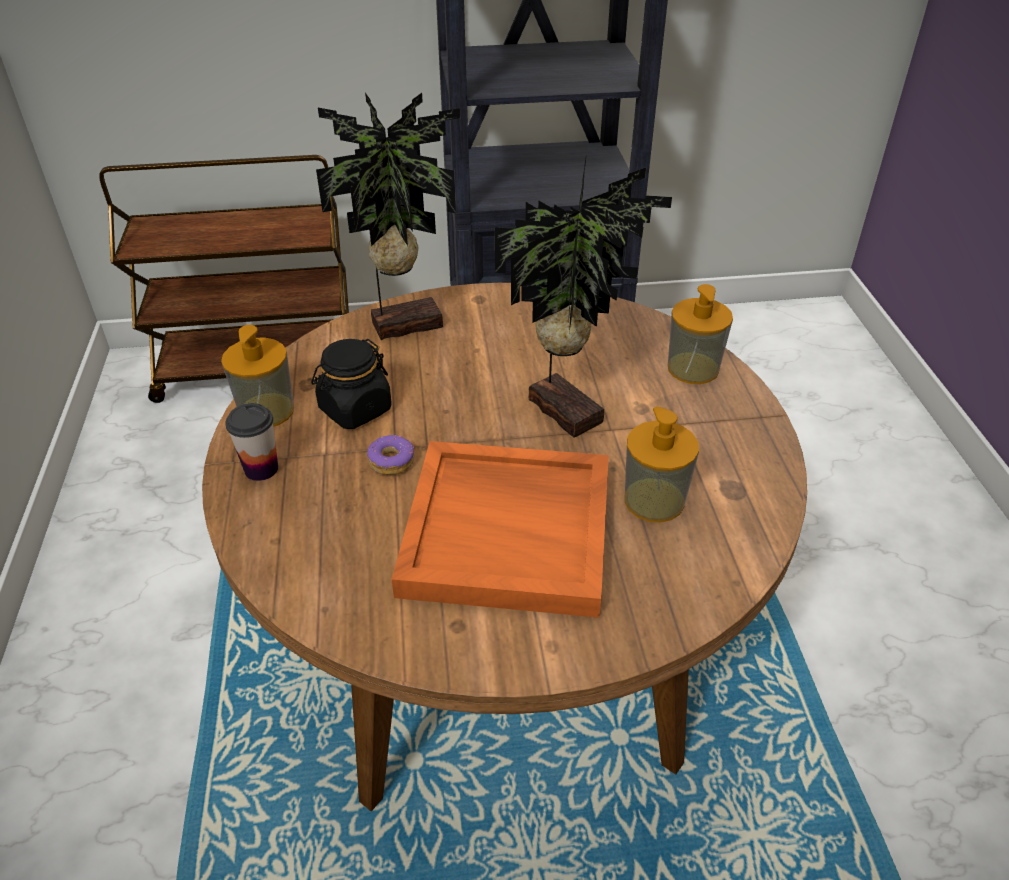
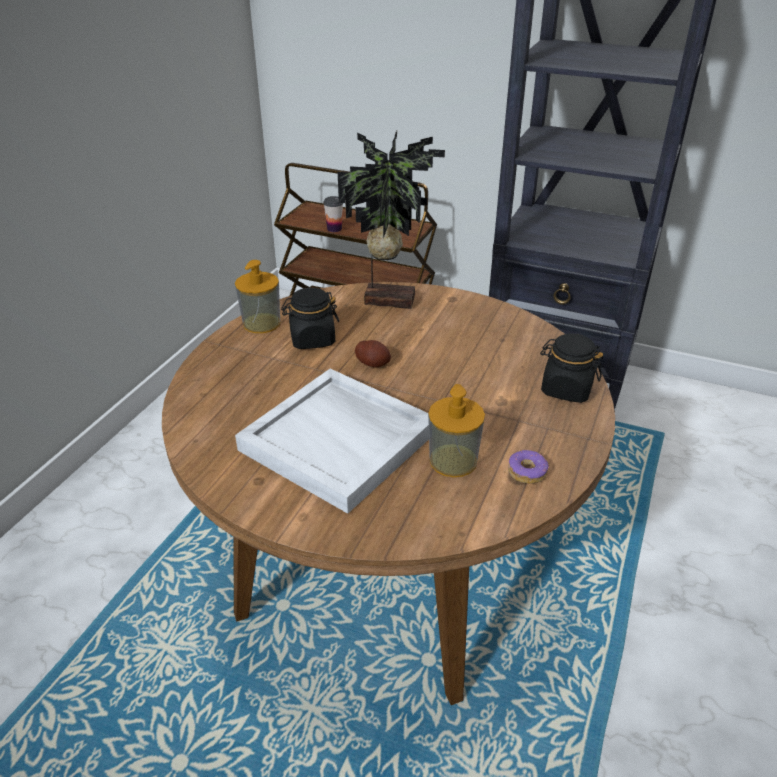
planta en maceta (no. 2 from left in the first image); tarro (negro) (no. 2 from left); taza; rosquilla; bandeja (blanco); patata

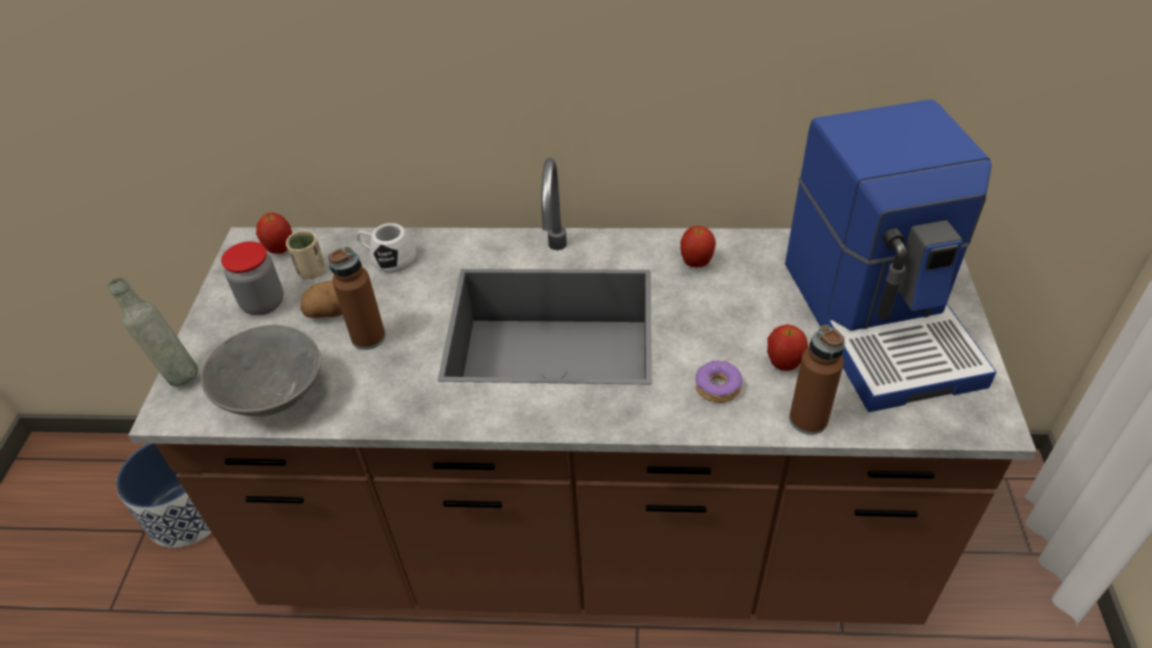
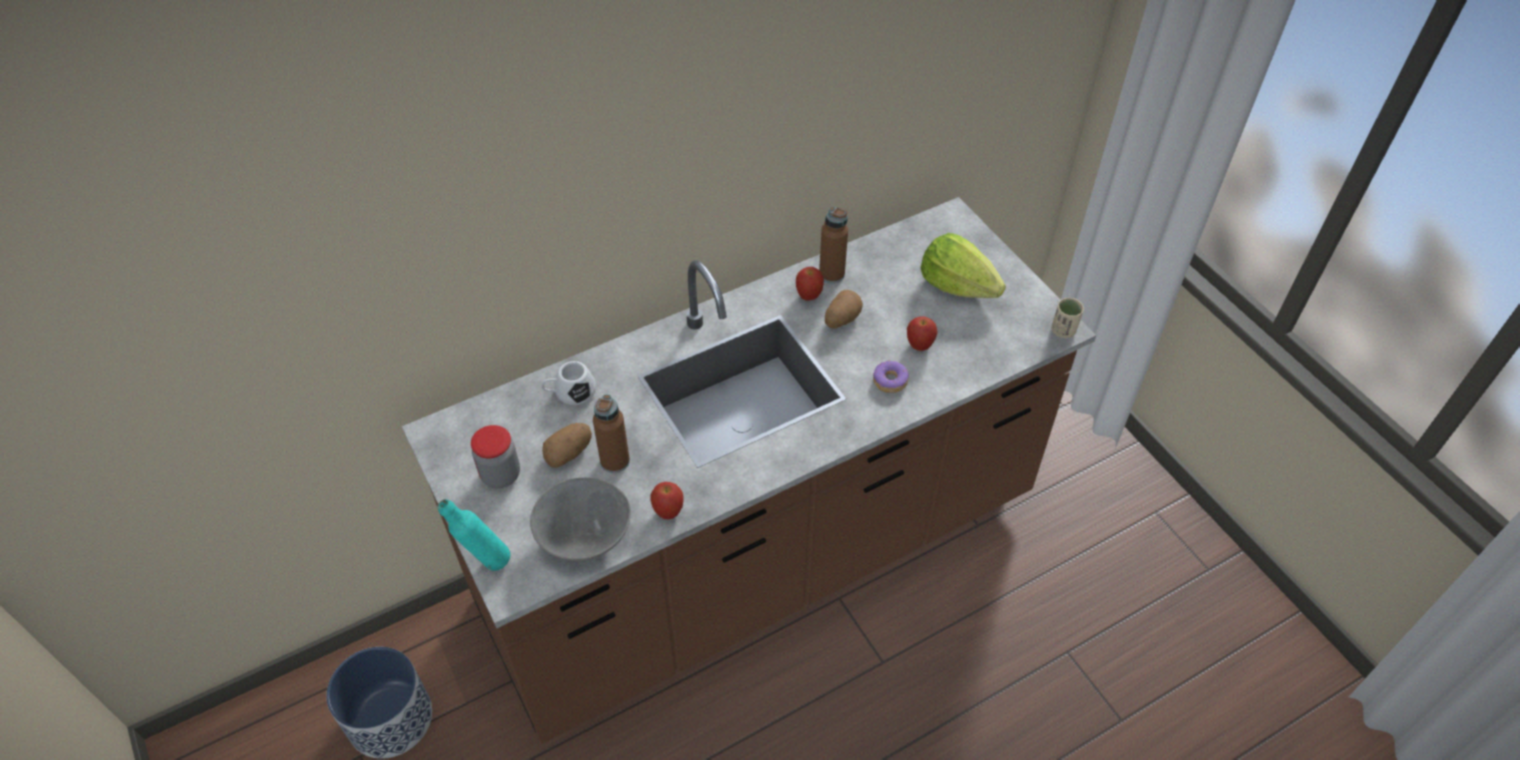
lechuga; manzana (no. 1 from left); taza (beis); botella (turquesa); botella (marrón) (no. 2 from left); patata (no. 2 from left)

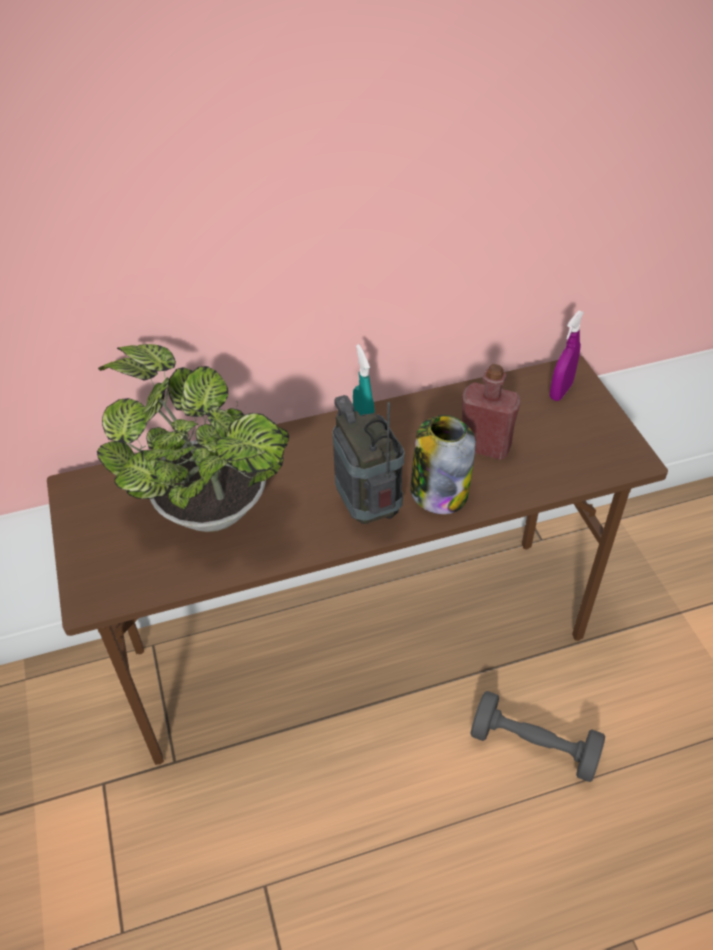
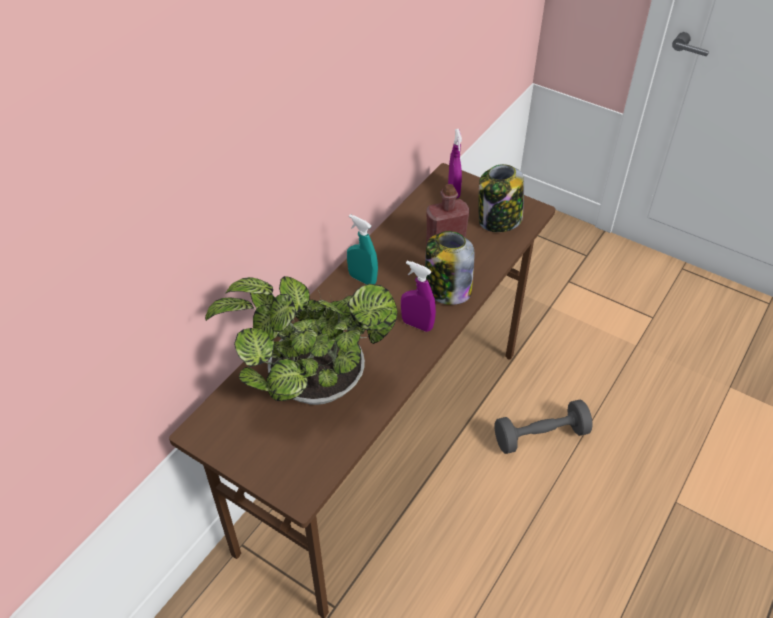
pulverizador (morado) (no. 1 from left); tarro (no. 2 from left)

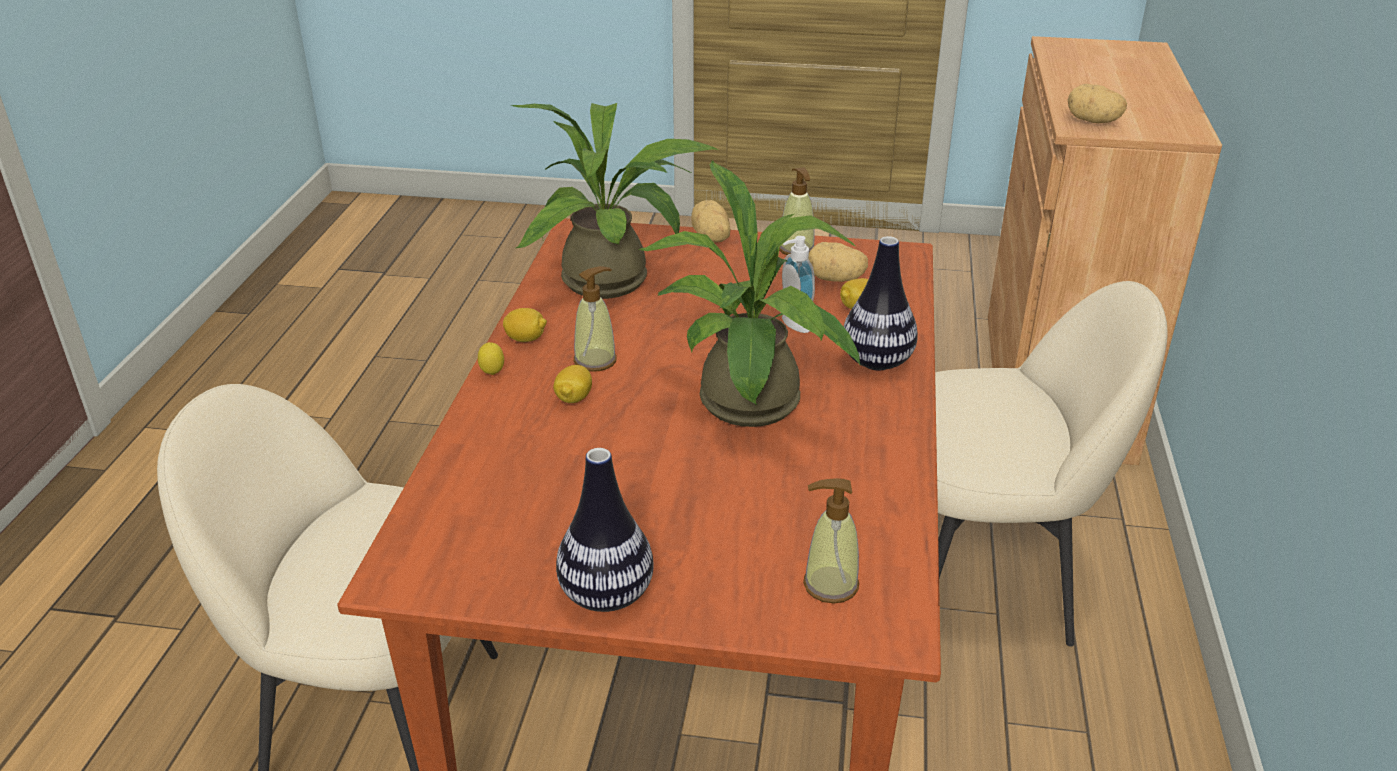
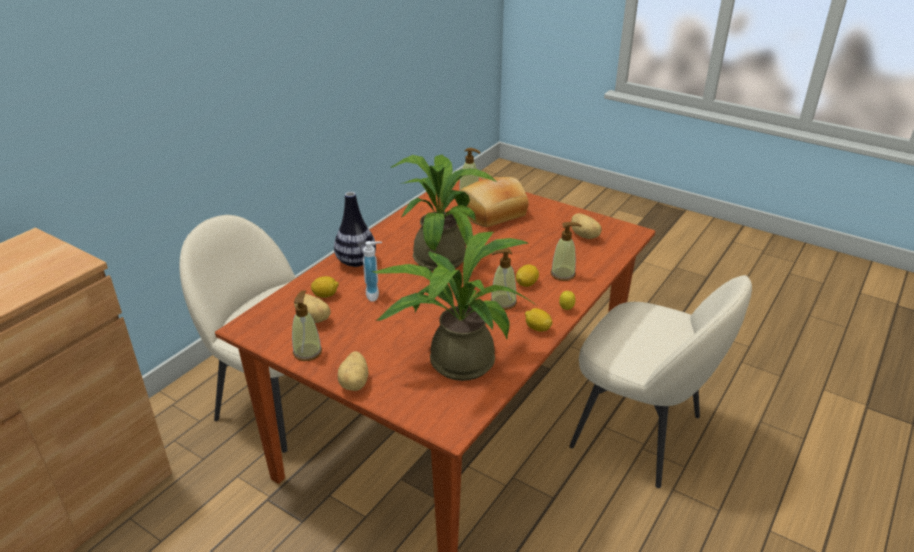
patata (no. 3 from left); florero (no. 1 from left in the first image); pan; dispensador de jabón (no. 5 from left)

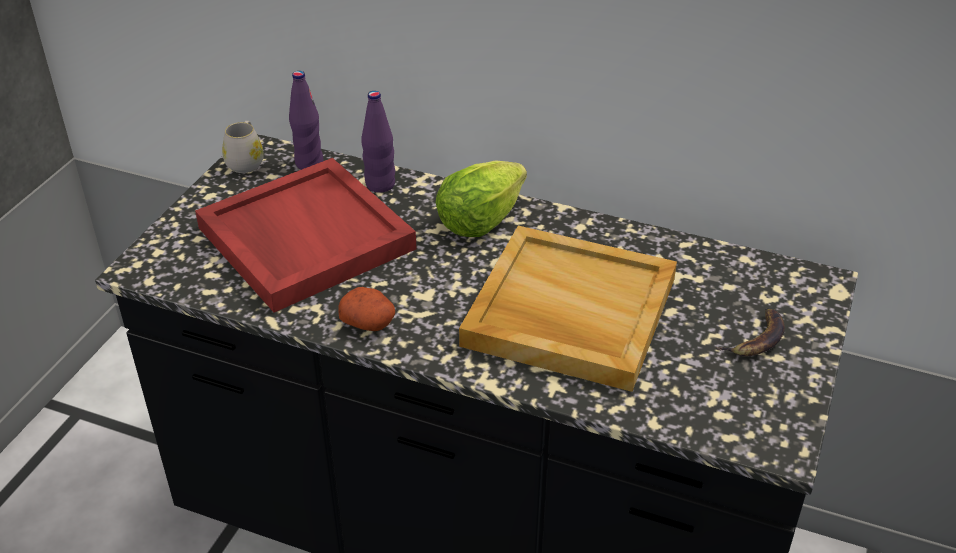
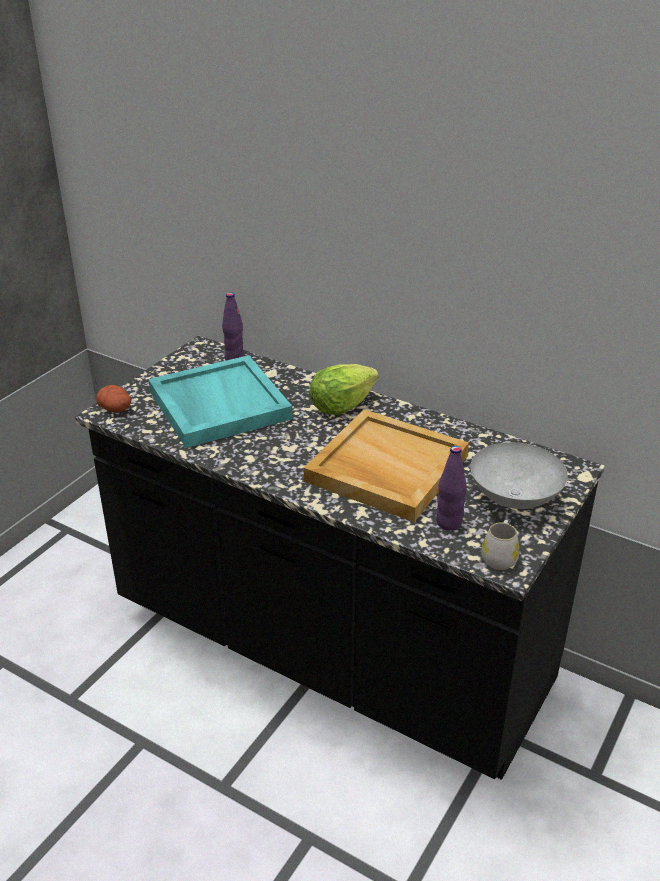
botella (morado) (no. 2 from left); taza grande (blanco); bandeja (turquesa); patata; cuenco (gris)

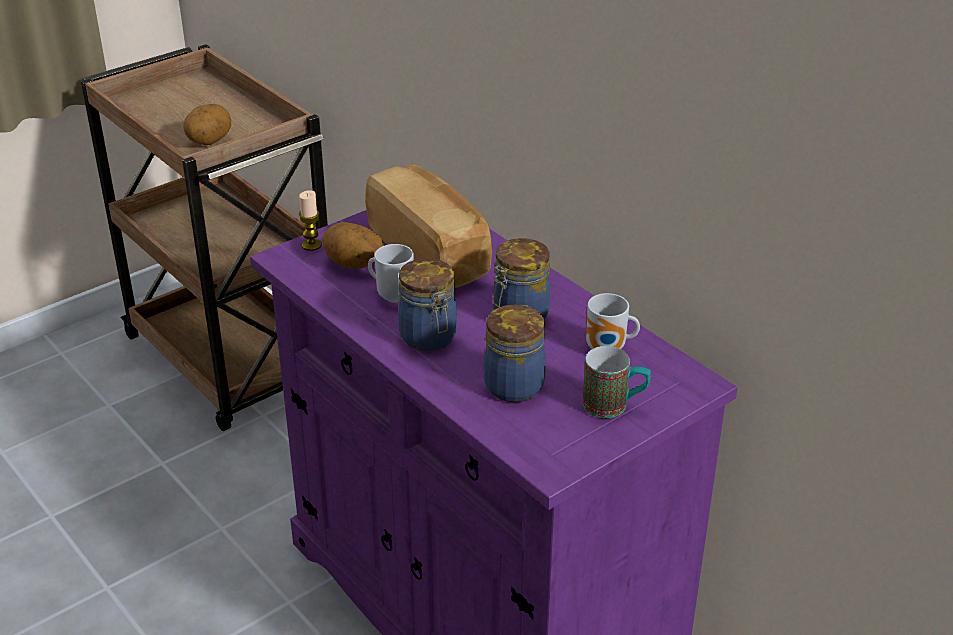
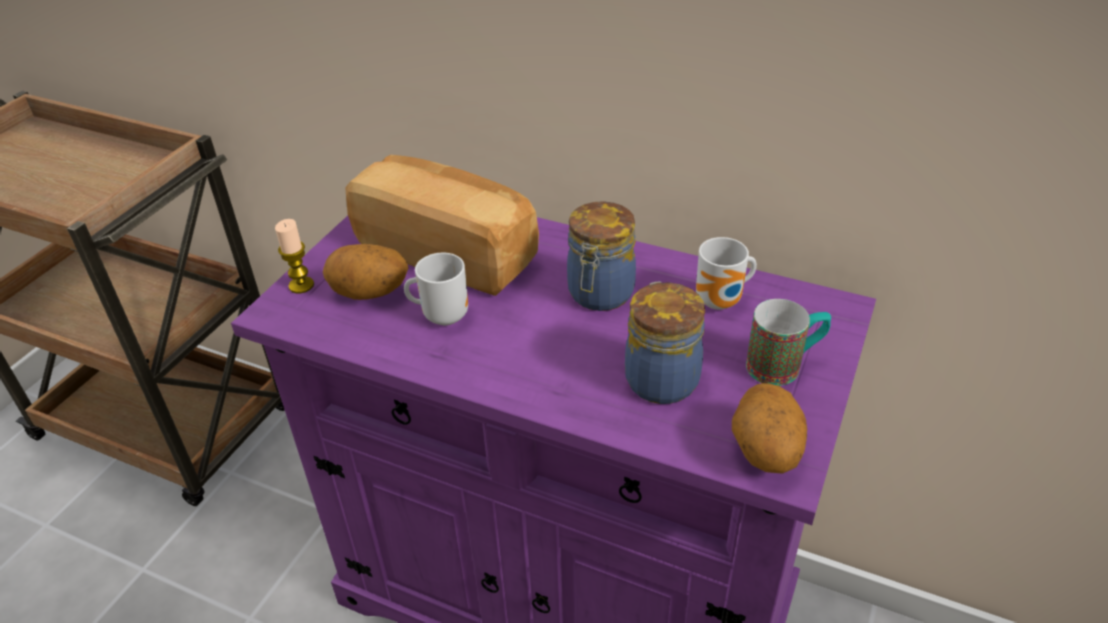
patata (no. 2 from left); tarro (no. 1 from left in the first image)

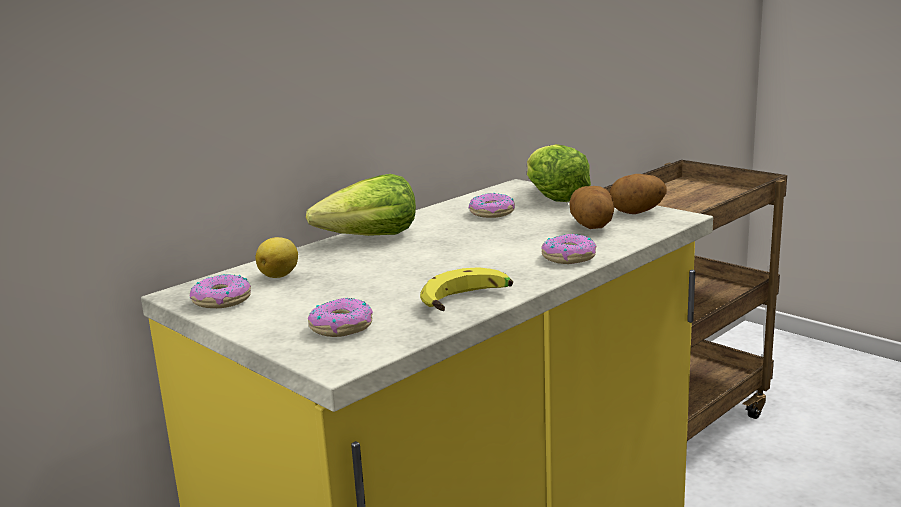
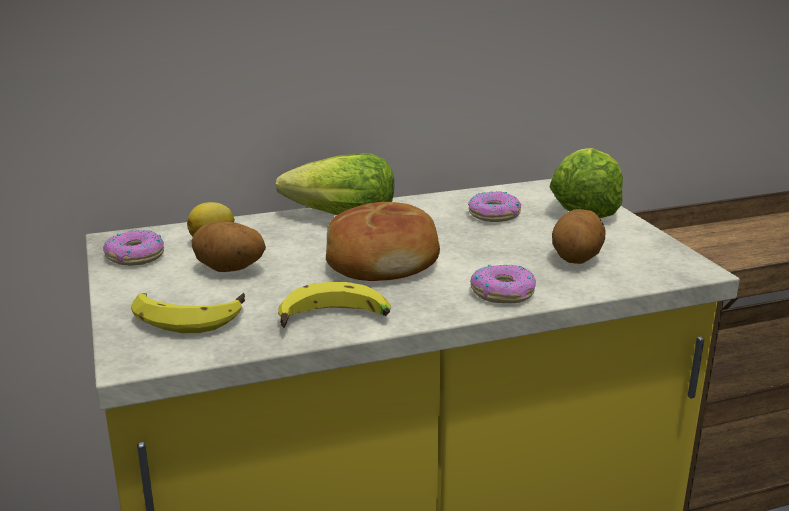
patata (no. 1 from left); plátano (no. 1 from left); pan

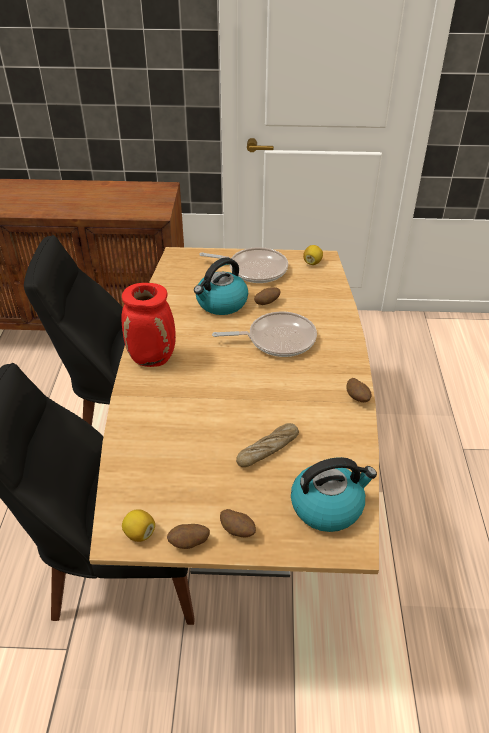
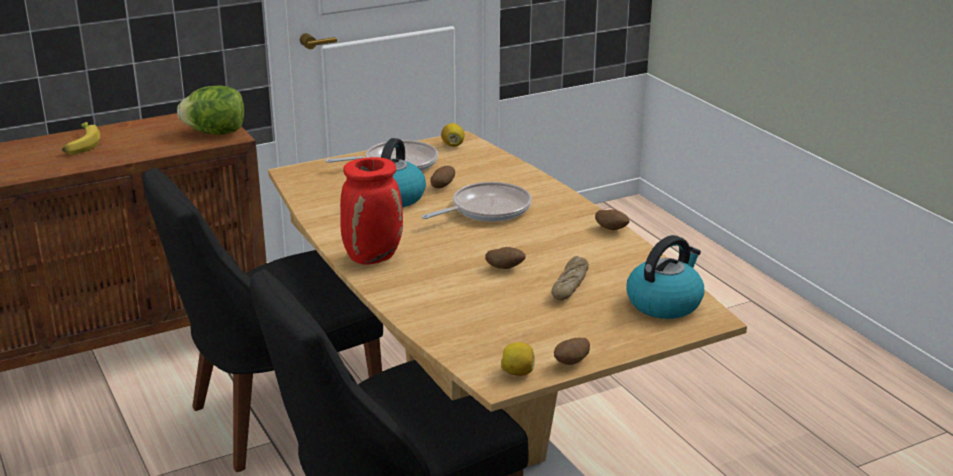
patata (no. 2 from left); lechuga; plátano

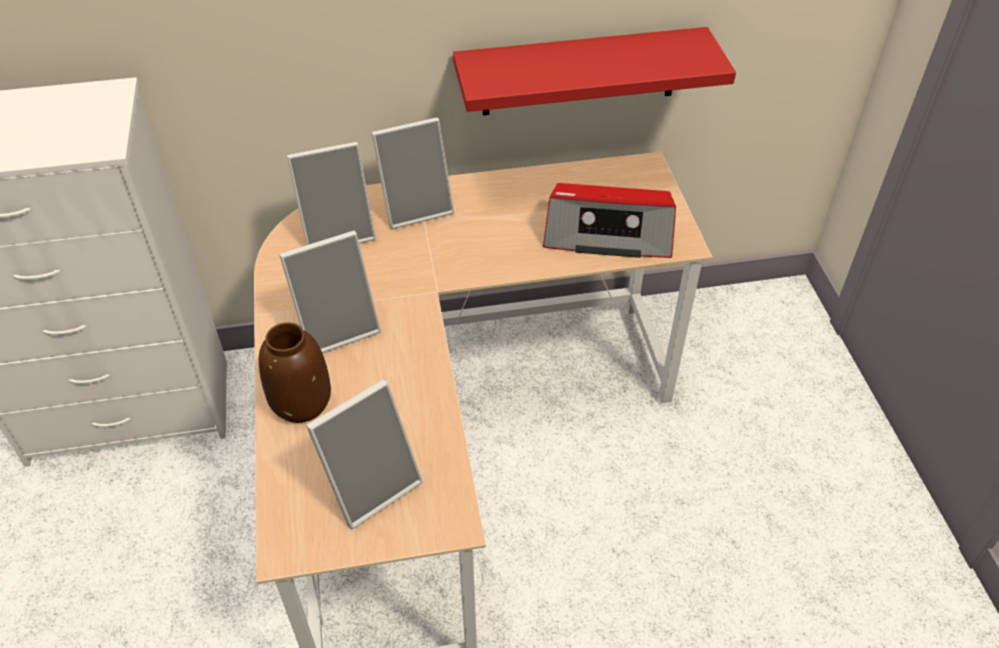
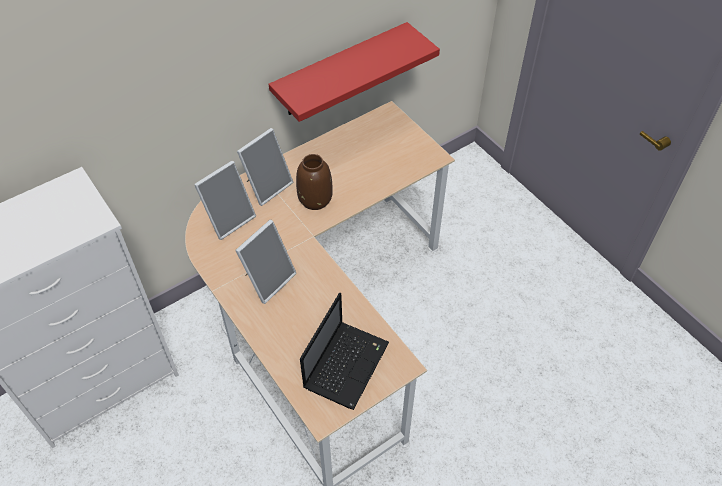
radio; florero (marrón); portátil

